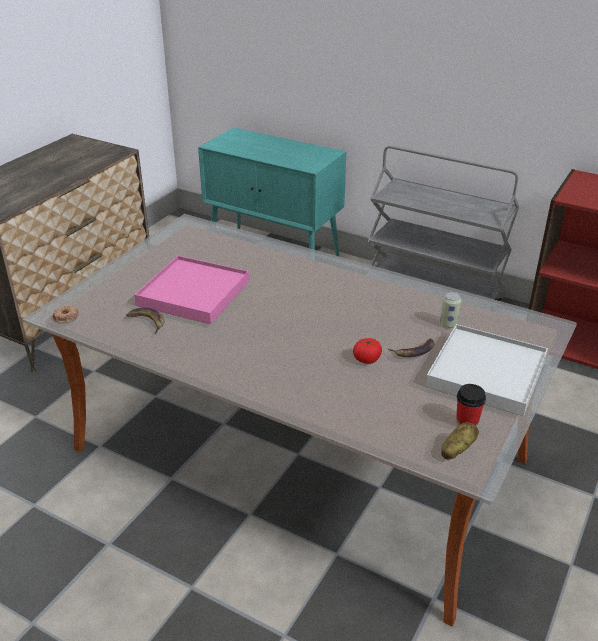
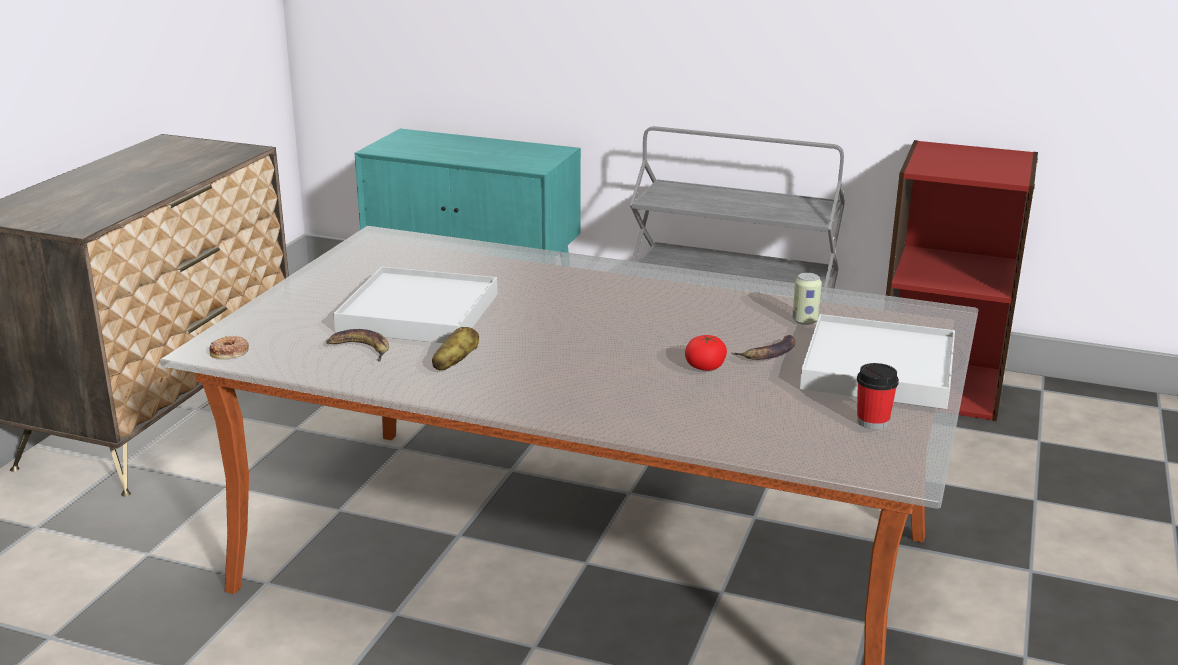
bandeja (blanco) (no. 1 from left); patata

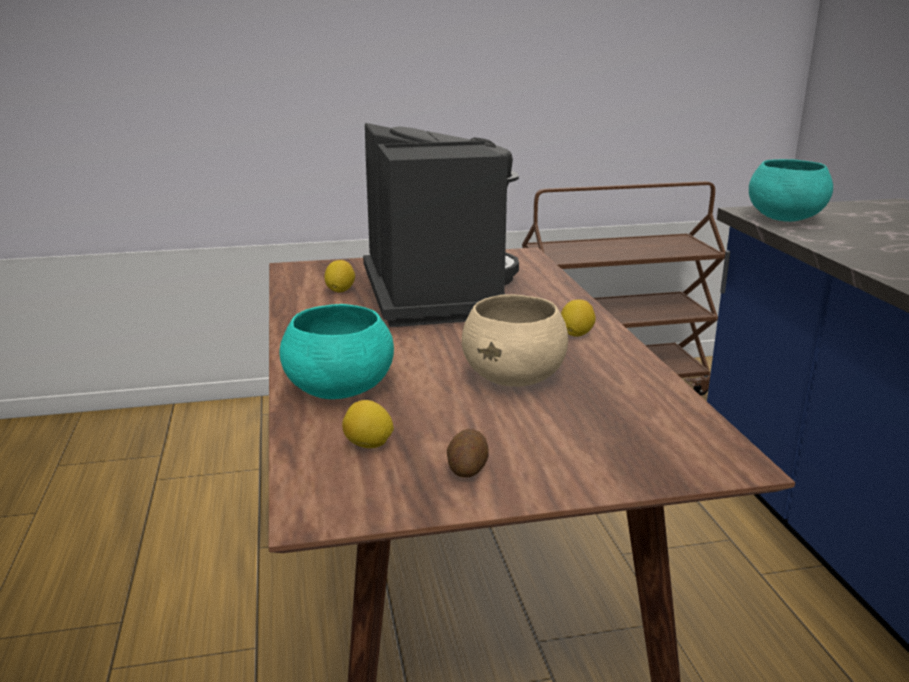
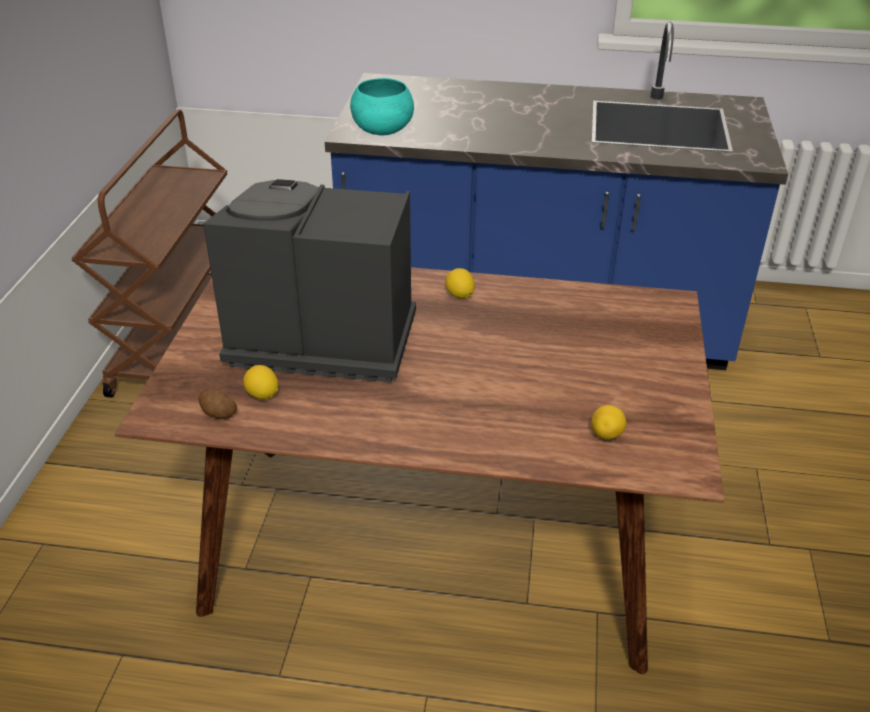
cuenco (beis); cuenco (turquesa) (no. 1 from left in the first image); patata

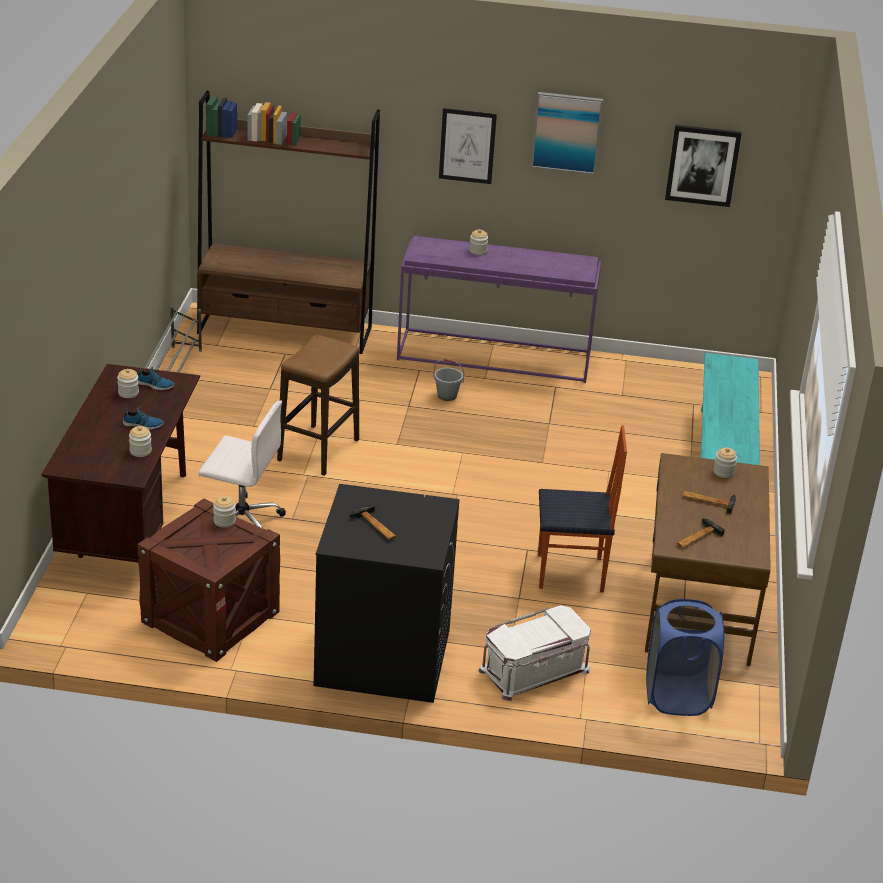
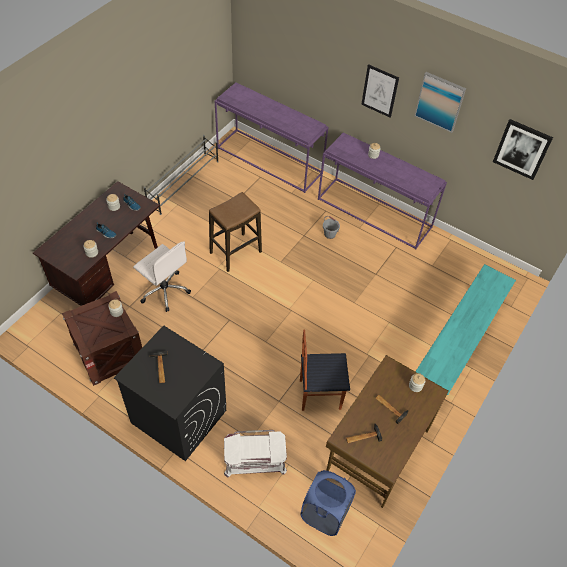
mesa consola (morado) (no. 1 from left); silla

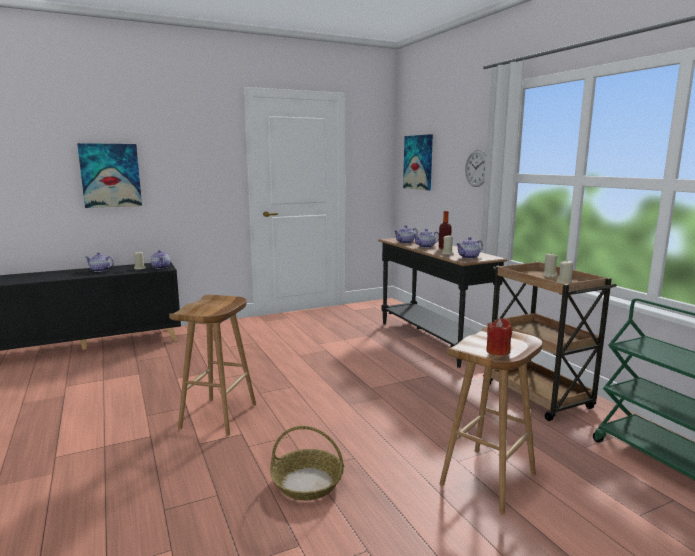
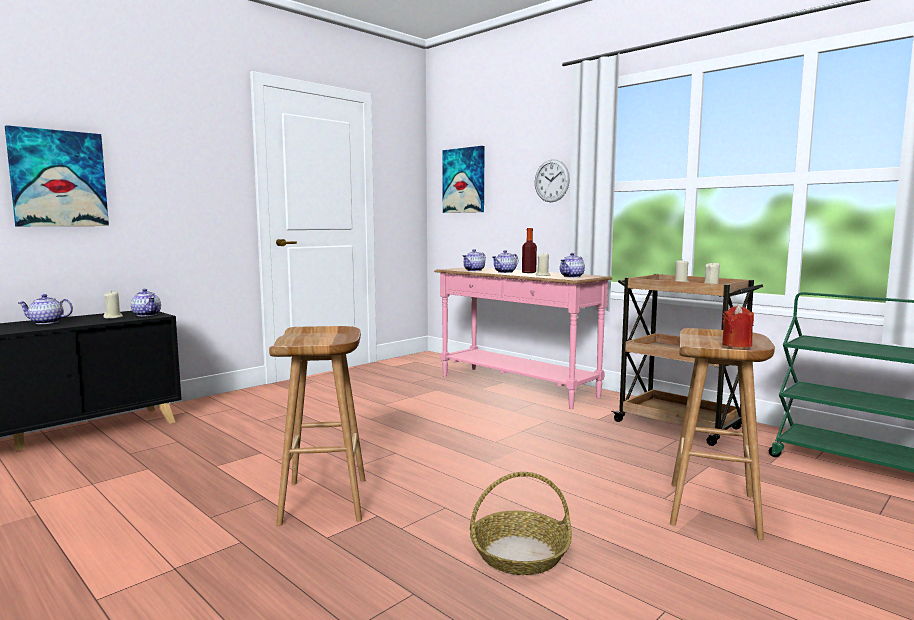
mesa consola (rosa)

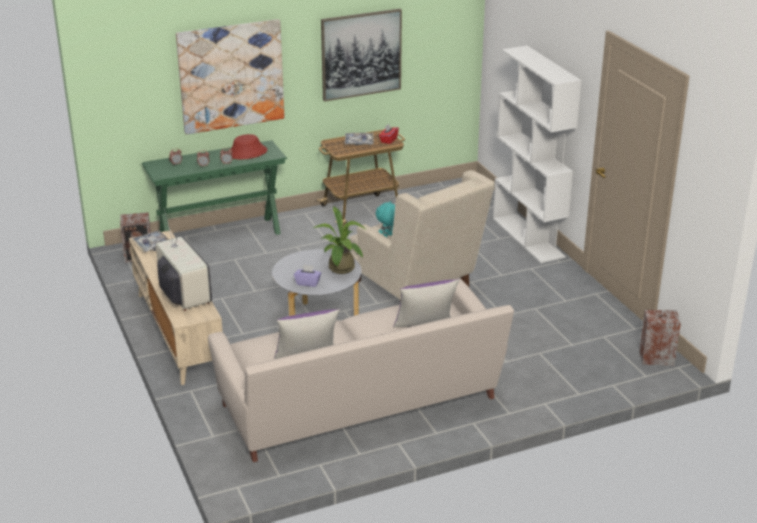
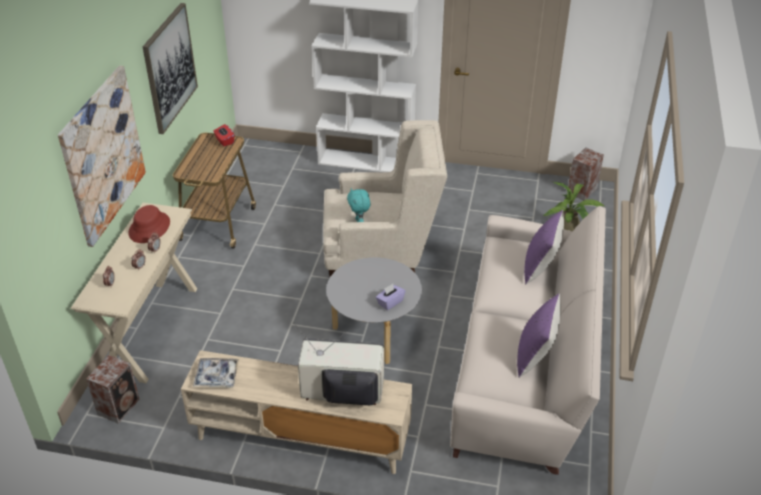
bandeja (no. 2 from left in the first image); mesa consola (beis); planta en maceta

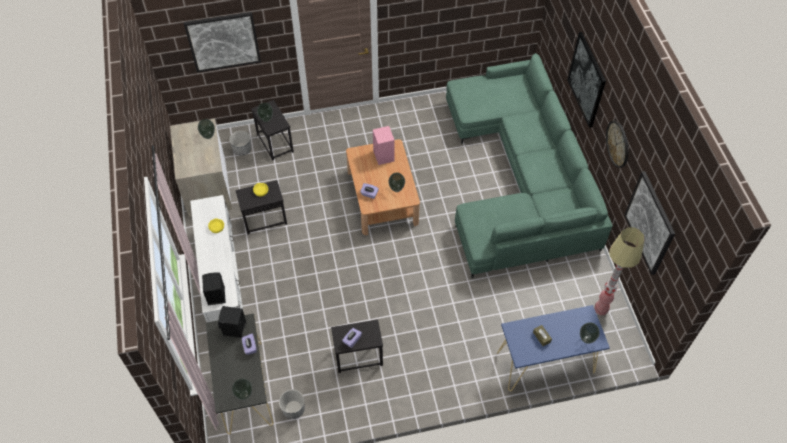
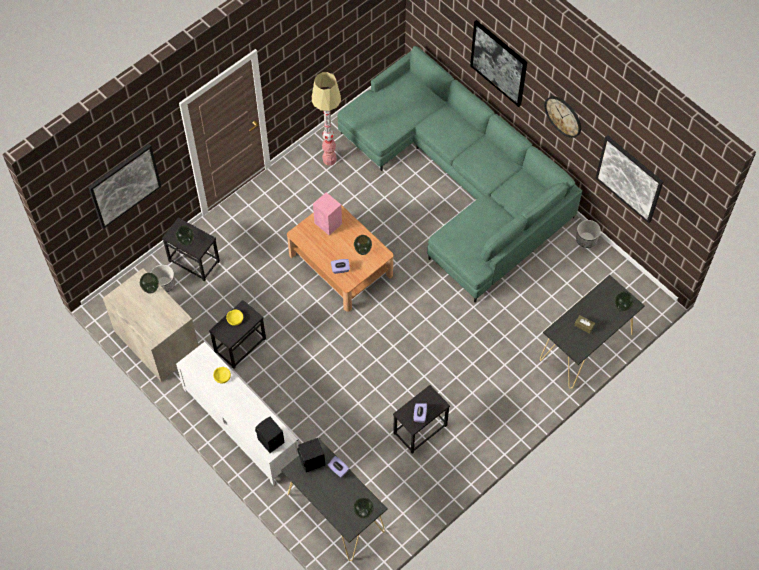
lámpara de pie; mesa consola (negro) (no. 2 from left); maceta (no. 2 from left)

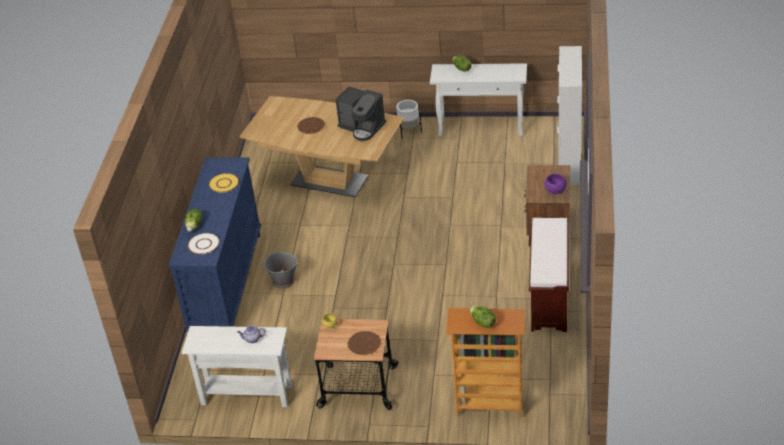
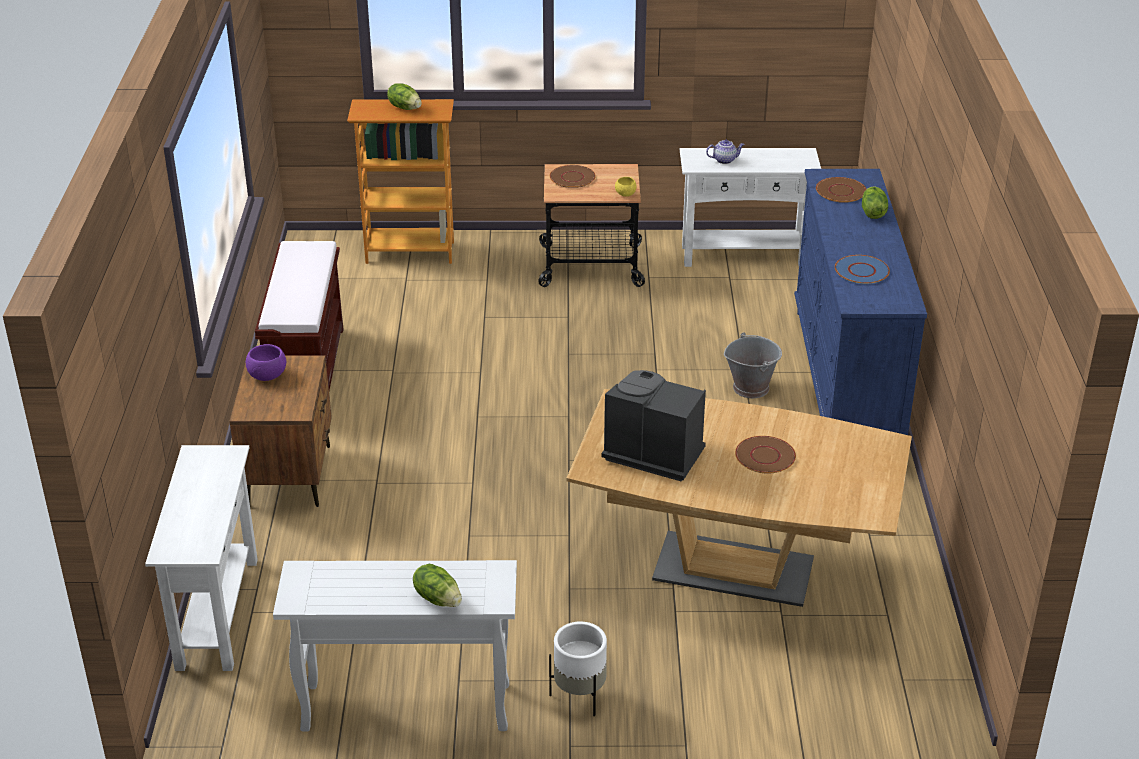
mesa consola (blanco) (no. 1 from left); plato (azul); plato (marrón) (no. 3 from left)

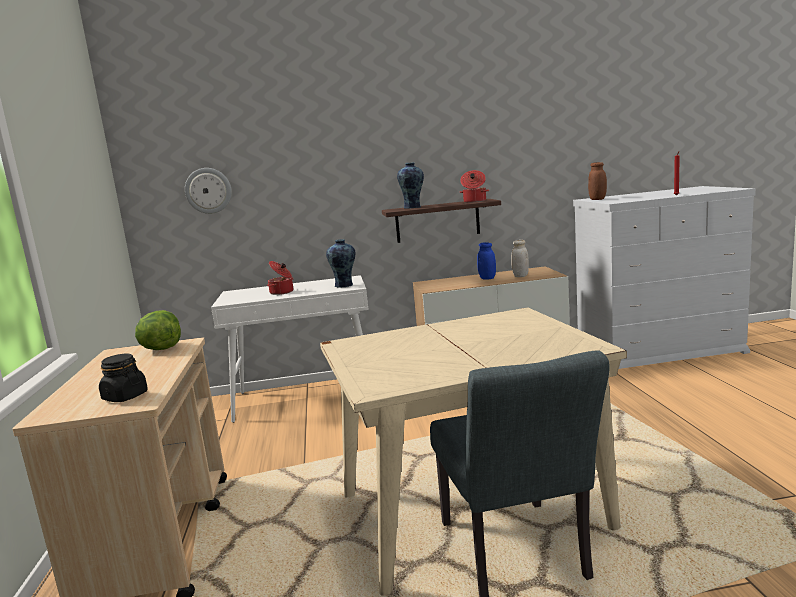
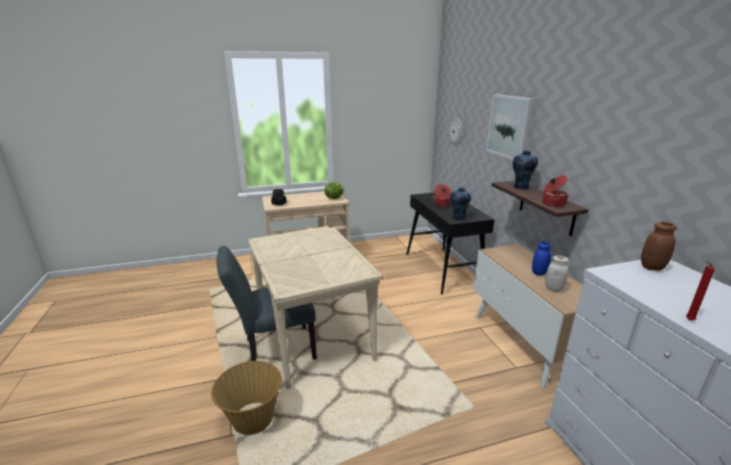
mesa consola (negro); cuadro; cesta

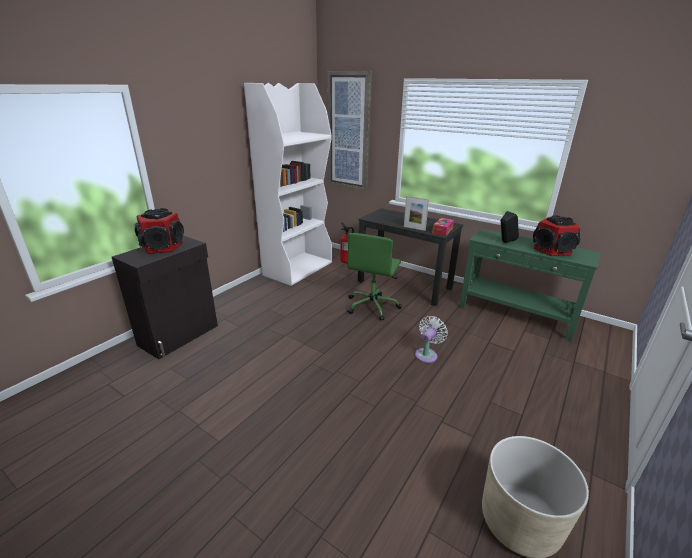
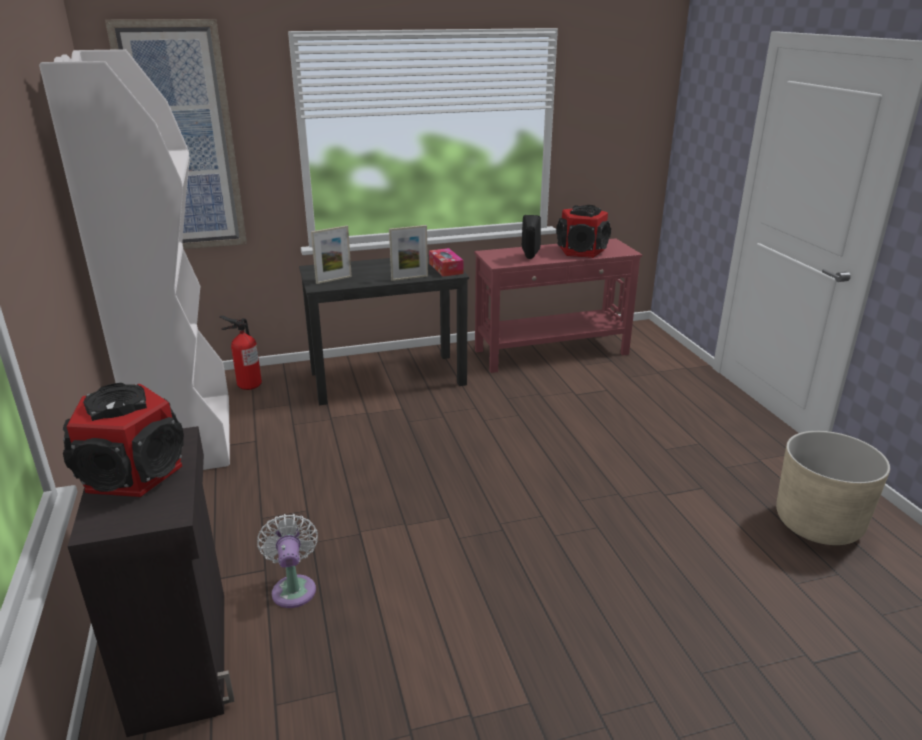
mesa consola (rojo); silla de oficina (verde); ventilador (blanco); portarretratos (no. 1 from left)

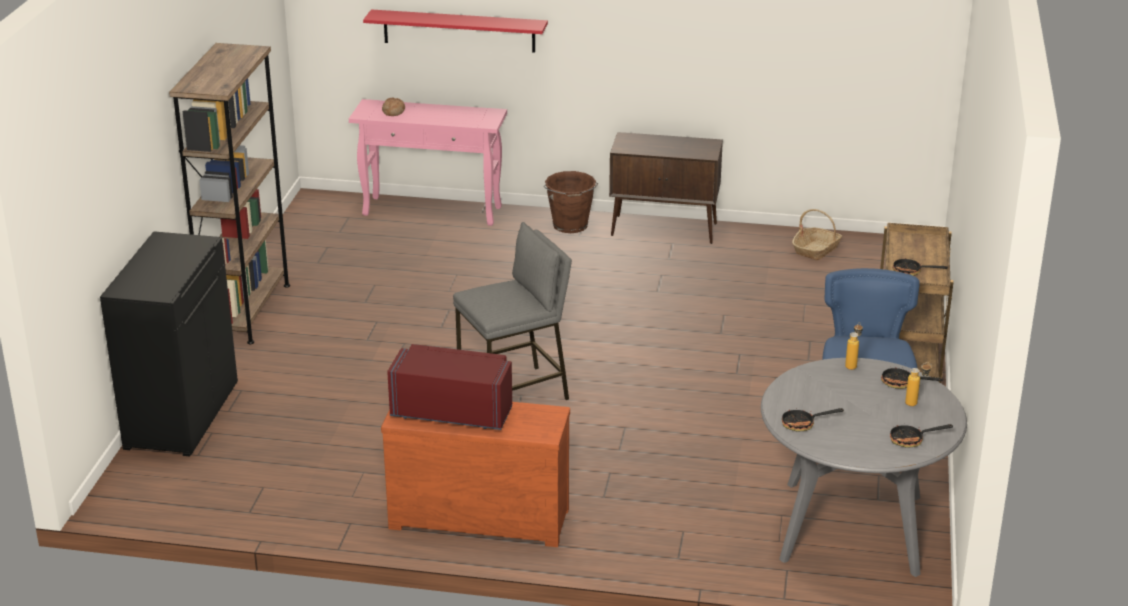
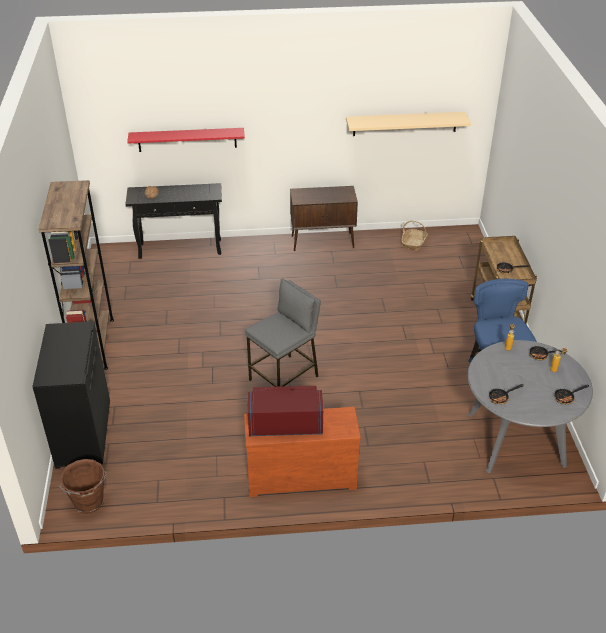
mesa consola (negro); cubo (marrón); estante (beis)

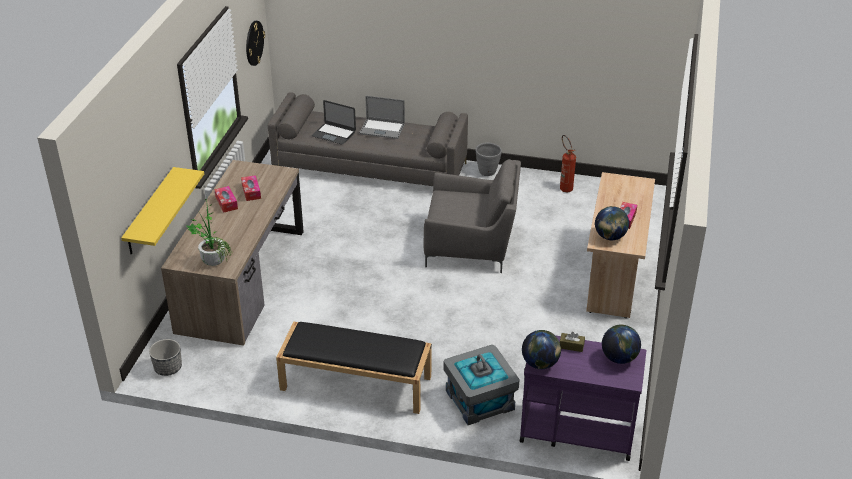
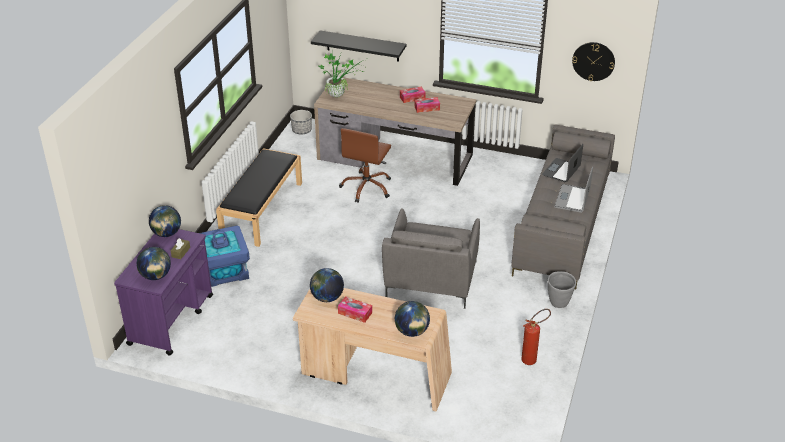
estante (negro); caja de almacenaje (azul); silla de oficina (marrón); globo terráqueo (no. 4 from left)

